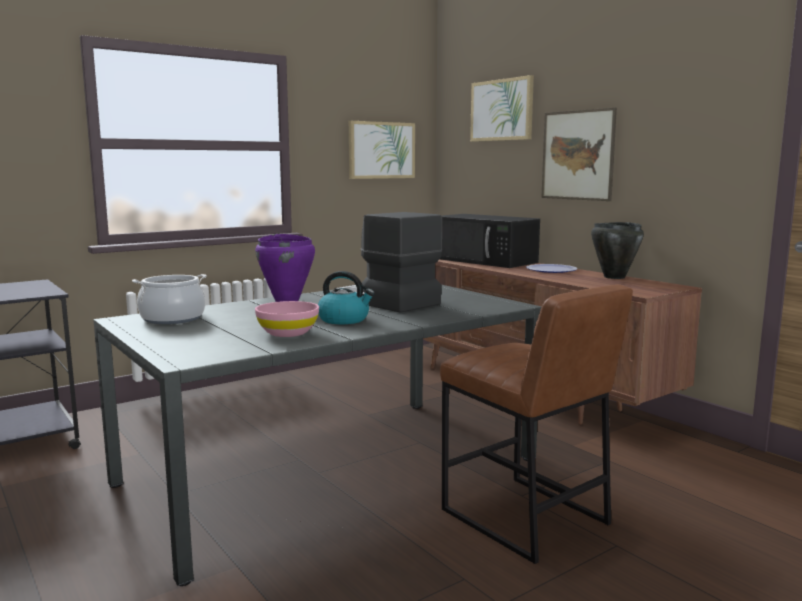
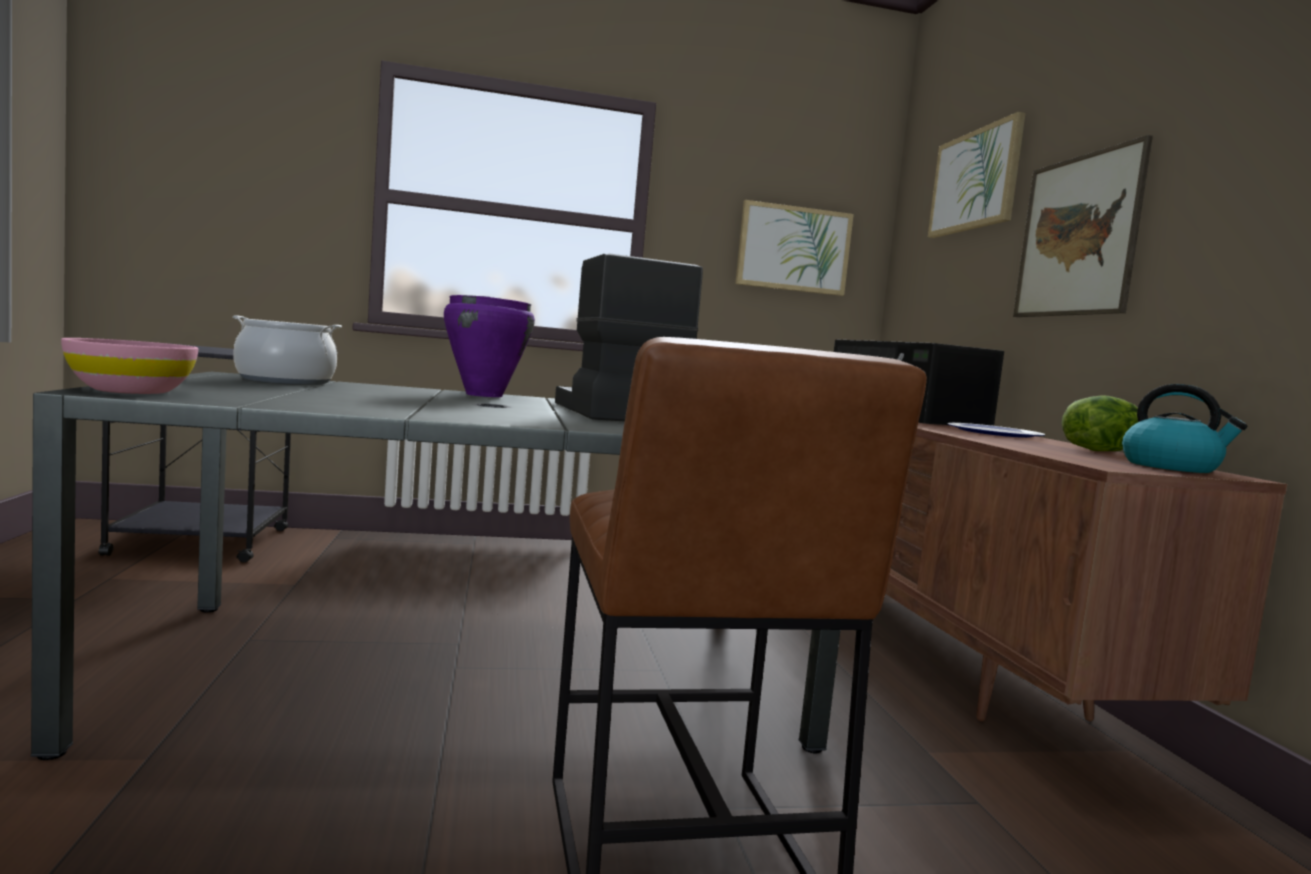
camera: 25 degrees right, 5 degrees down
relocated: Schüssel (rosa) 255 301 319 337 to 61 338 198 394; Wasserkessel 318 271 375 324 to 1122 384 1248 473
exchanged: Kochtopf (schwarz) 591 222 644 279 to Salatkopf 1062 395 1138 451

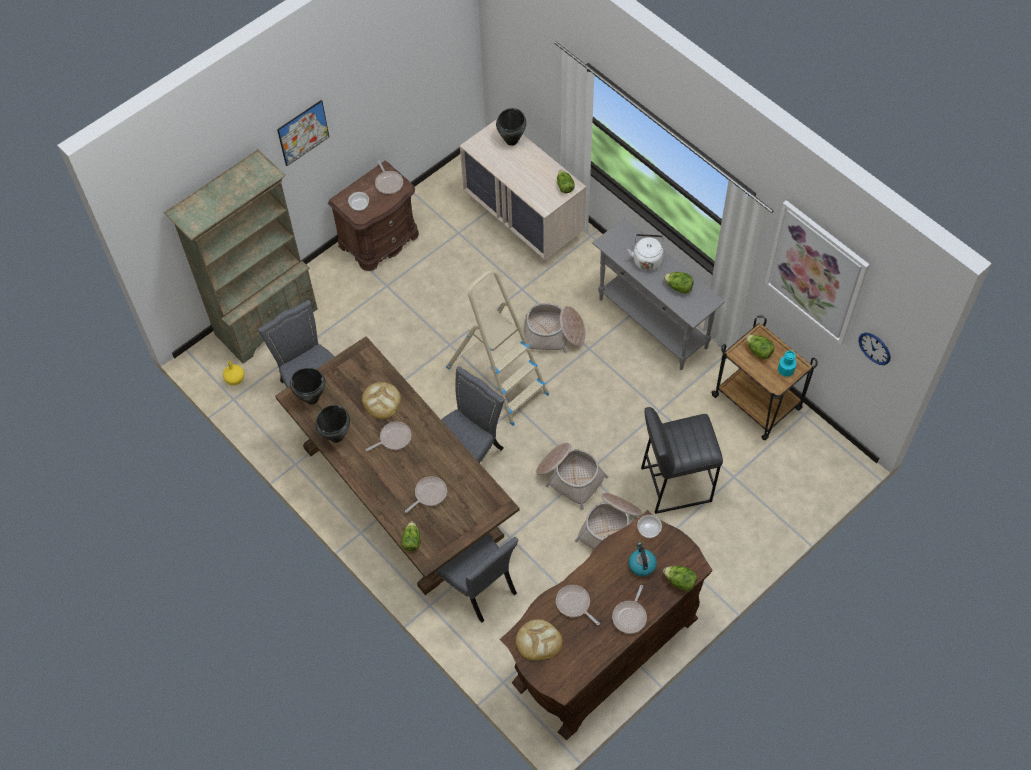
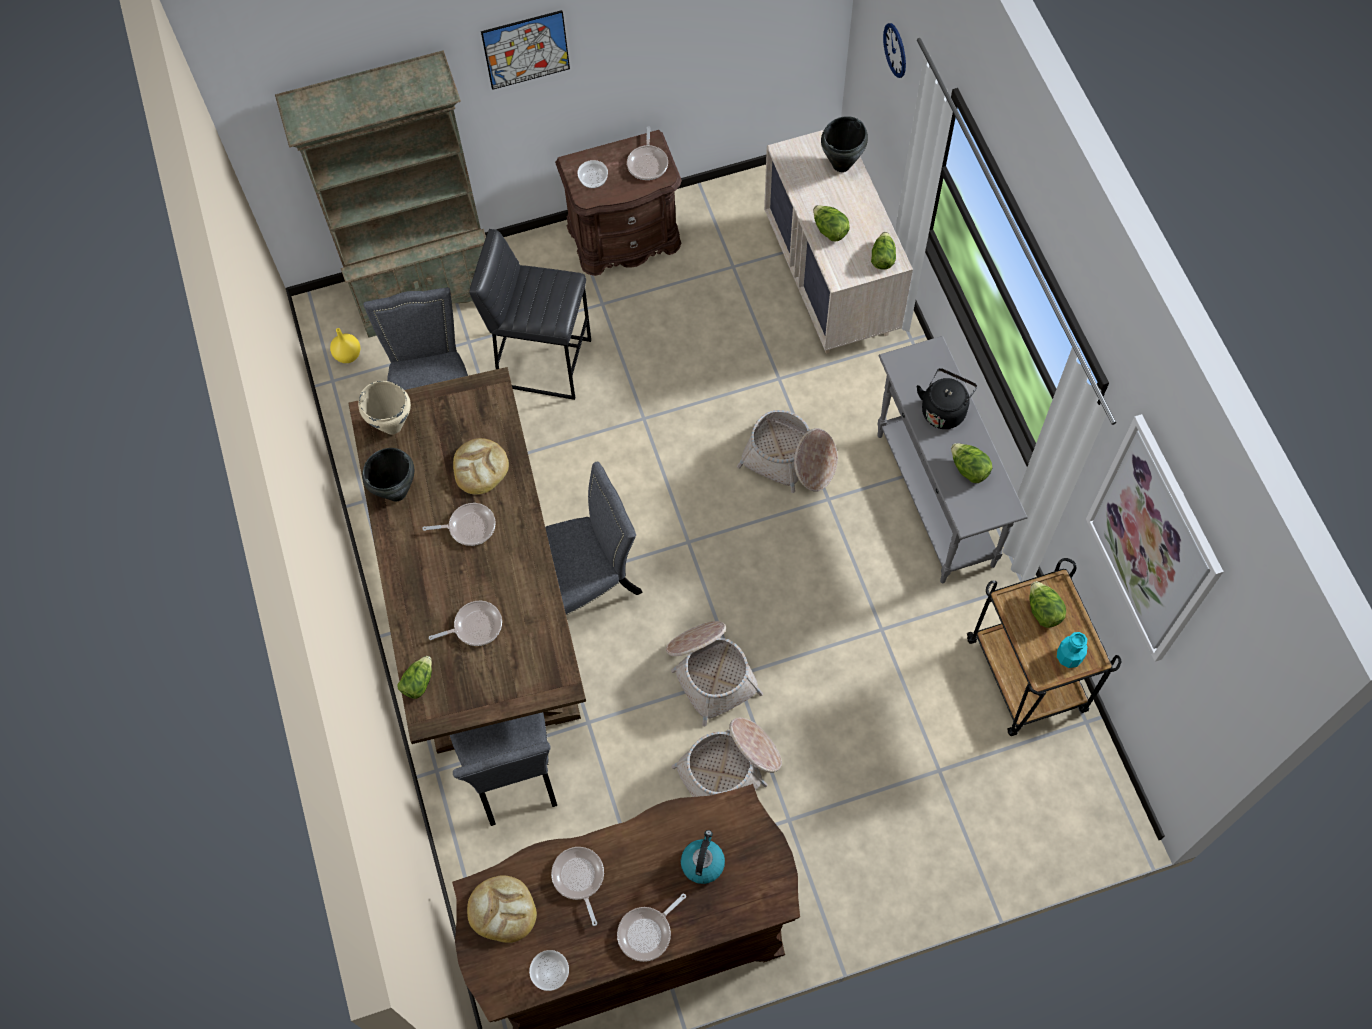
camera: 25 degrees right, 5 degrees up
missing: Trittleiter (beige) 446 271 549 426
relocated: Schüssel 637 515 662 538 to 529 950 569 991; Hocker (grau) 641 407 723 514 to 469 229 591 400; Salatkopf 663 566 697 591 to 813 205 850 241; Wanduhr 858 333 891 365 to 883 23 906 78
colour: Kochtopf (schwarz) 290 368 326 404 to Kochtopf (beige) 358 381 411 434; Wasserkessel (weiß) 627 234 663 271 to Wasserkessel (schwarz) 916 368 977 429

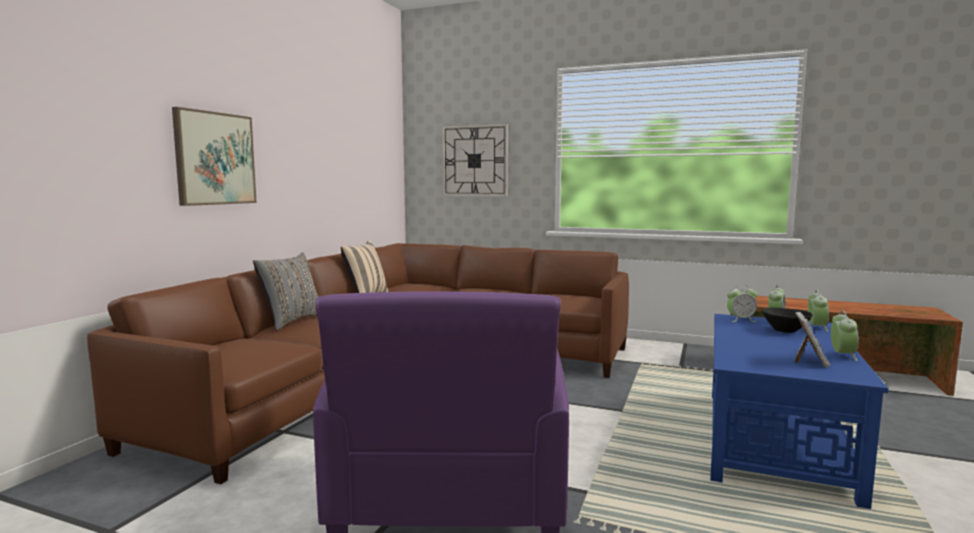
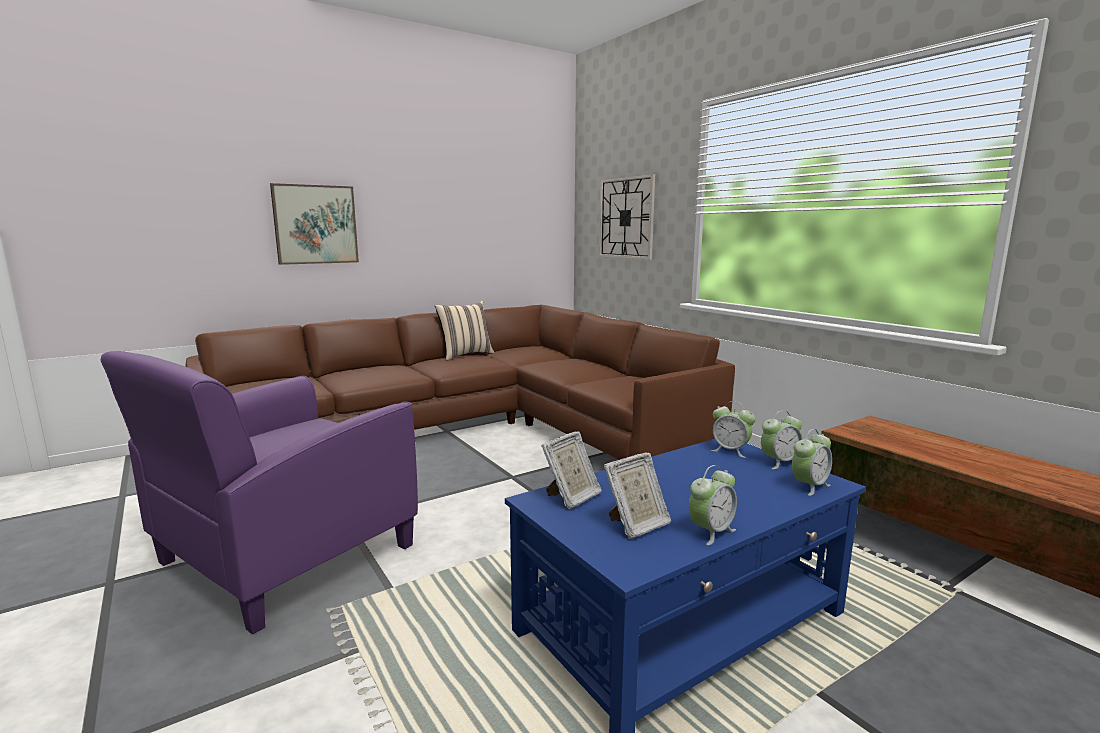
camera: 35 degrees right, 5 degrees up
missing: Kissen (grau) 253 252 318 330; Schüssel (schwarz) 762 308 813 333
appeared: Bilderrahmen 541 431 602 509

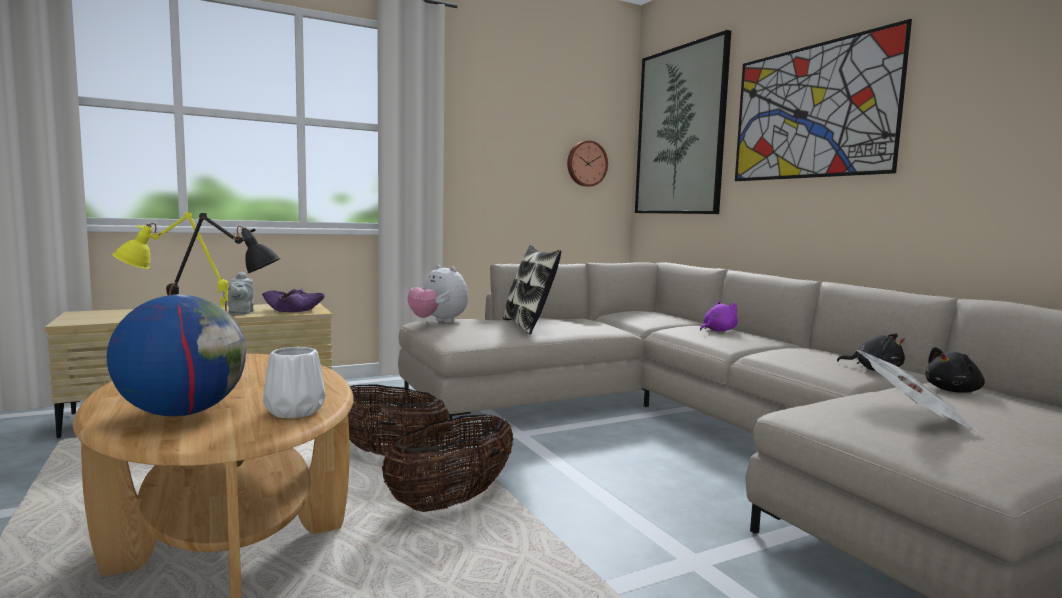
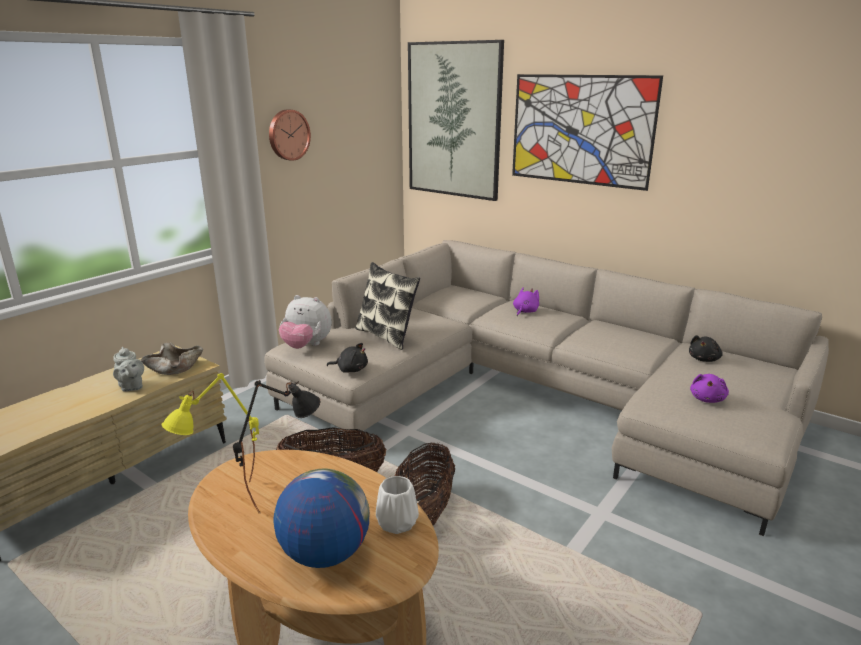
camera: 25 degrees left, 15 degrees up
relocated: Wanduhr 567 140 608 187 to 269 109 311 161; Plüschtier (schwarz) 837 333 905 371 to 327 343 368 373
exchanged: Zeitung 857 350 979 432 to Plüschtier (lila) 690 374 729 403
colour: Schüssel (lila) 262 288 325 312 to Schüssel (beige) 141 342 203 375

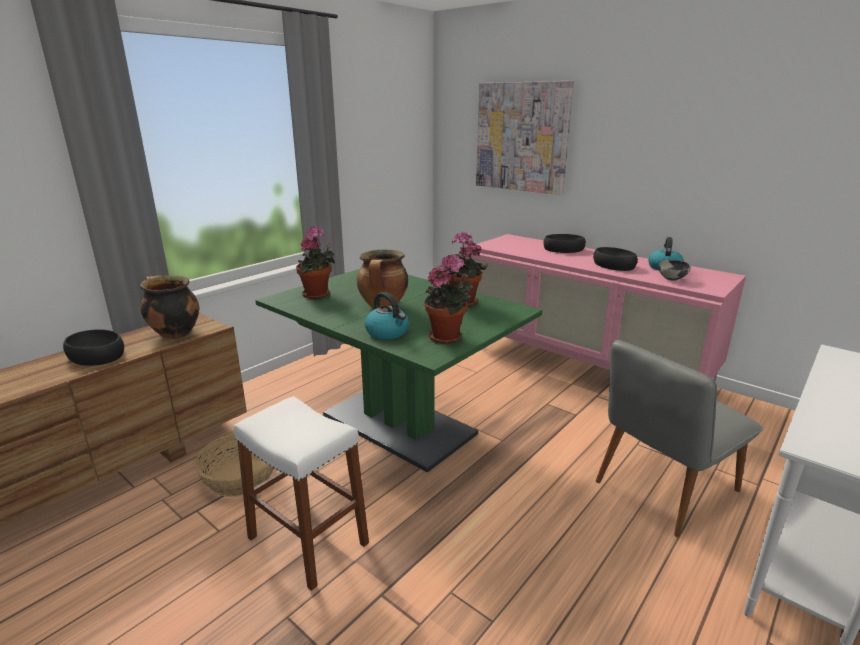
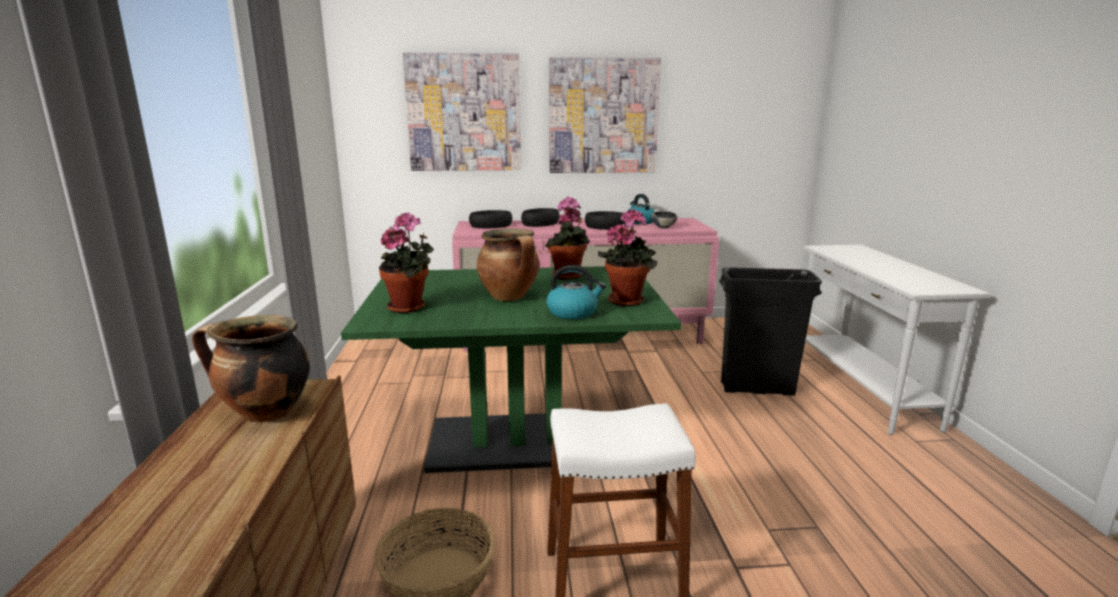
camera: 45 degrees left, 5 degrees down
appeared: Bild 549 57 661 173
relocated: Schüssel (schwarz) 63 329 124 366 to 469 210 512 228
exchanged: Stuhl (grau) 596 340 763 537 to Mülleimer (schwarz) 719 267 822 396

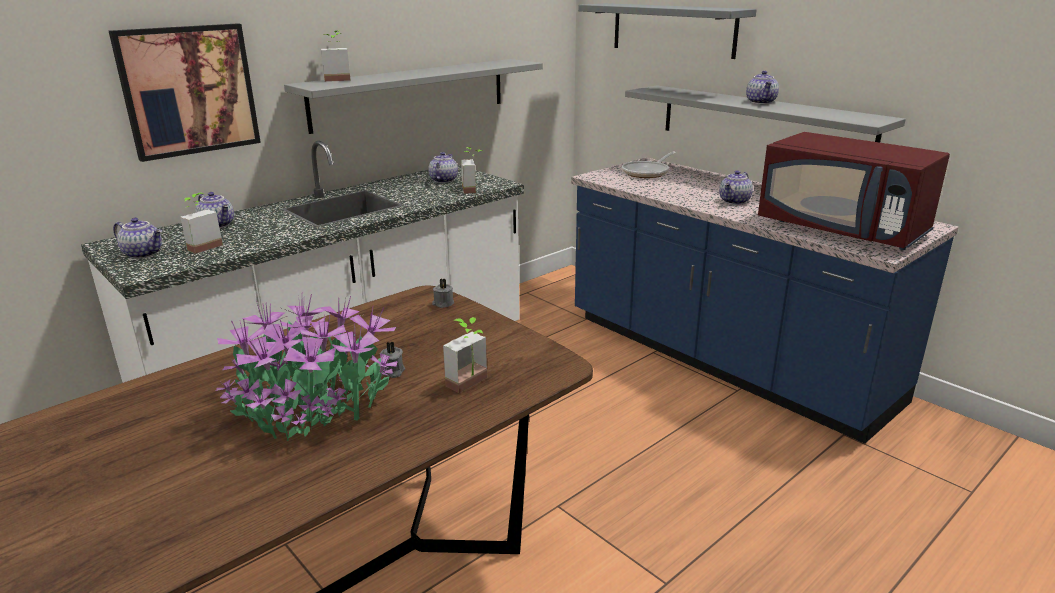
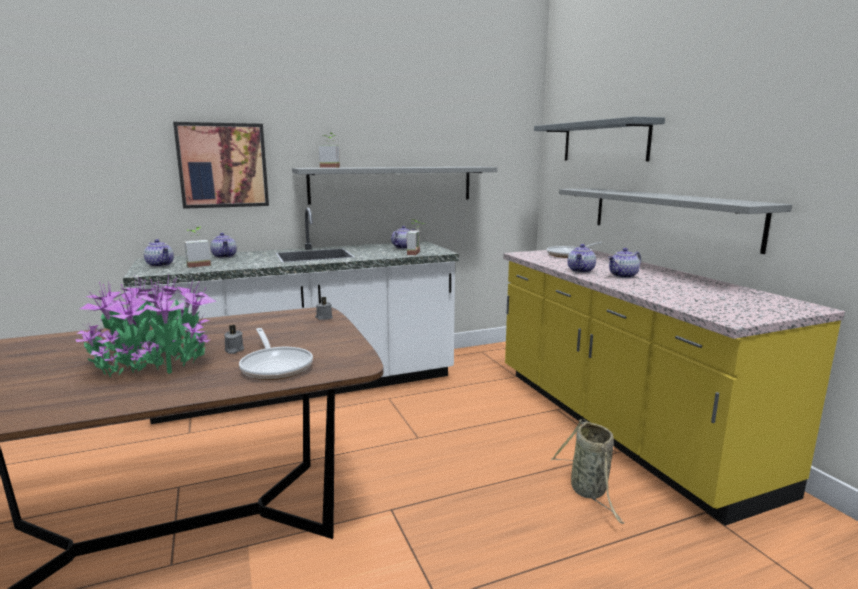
camera: 20 degrees right, 10 degrees down
missing: Mikrowelle (rot) 758 132 950 250
appeared: Korb 551 419 625 524
relocated: Teekanne 746 71 779 104 to 567 244 596 273
exchanged: Topfpflanze 443 317 487 393 to Pfanne 239 328 313 380
colour: Küchenzeile (blau) 571 157 959 444 to Küchenzeile (gelb) 503 250 845 526

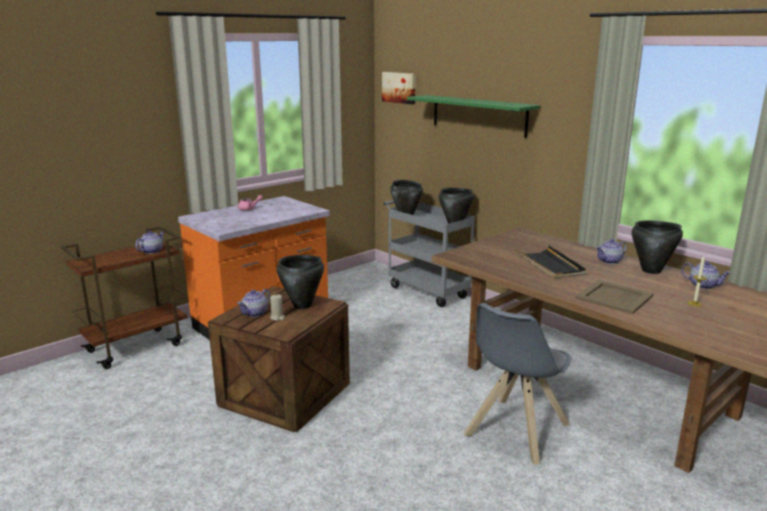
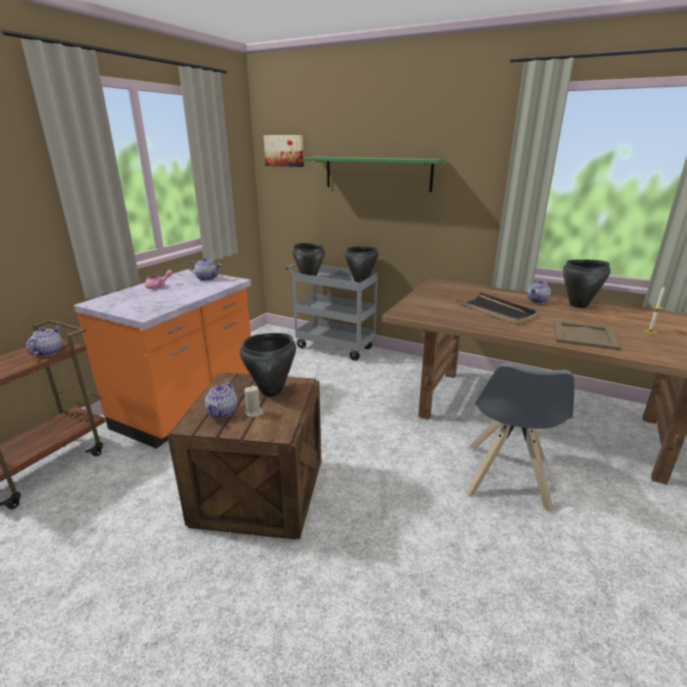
camera: 20 degrees left, 5 degrees up
relocated: Teekanne 681 261 731 289 to 189 258 221 281

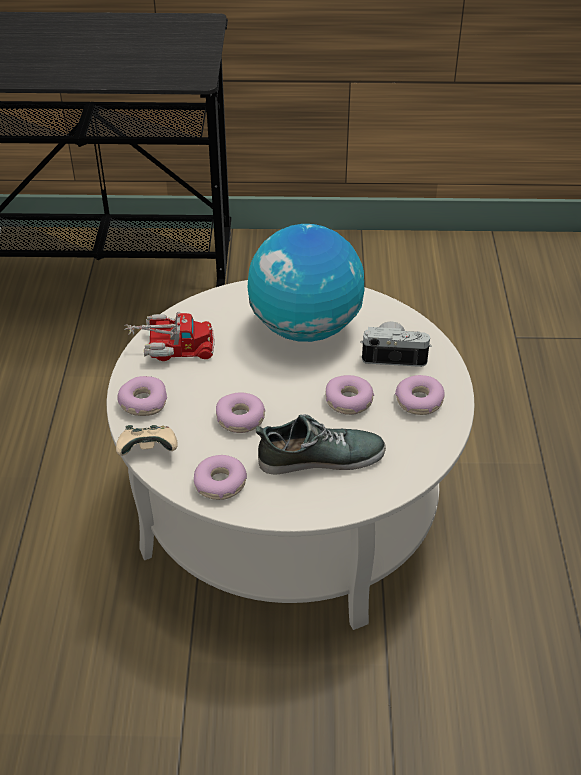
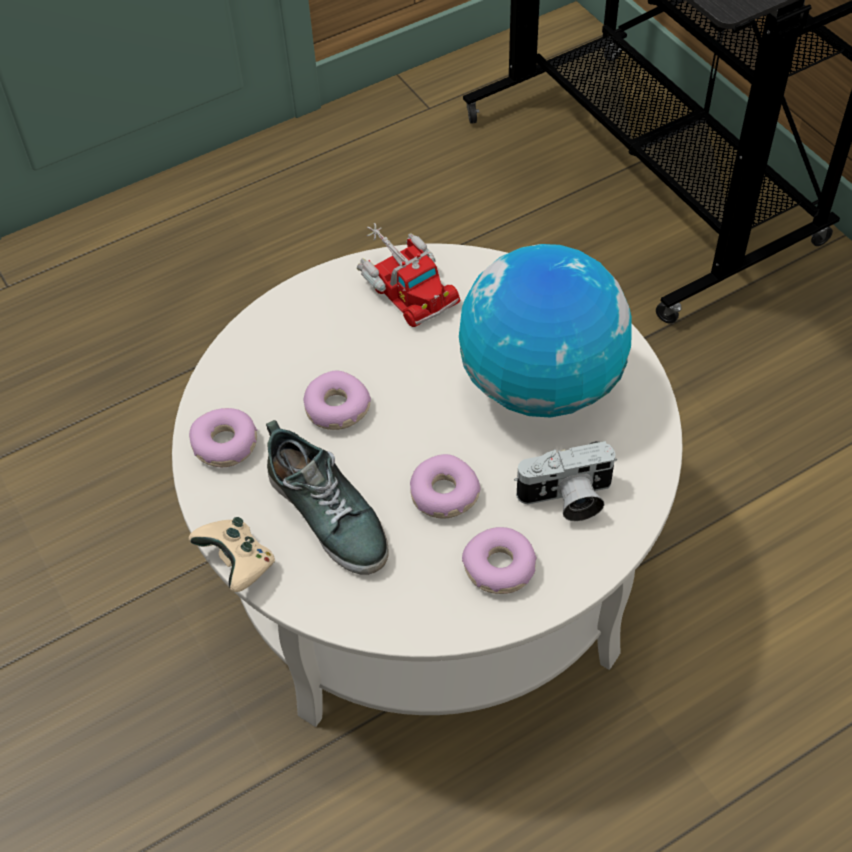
camera: 60 degrees right, 10 degrees up
missing: Donut 118 376 167 416
relocated: Gamepad (beige) 116 425 178 456 to 189 517 275 592
spun: Kamera 360 321 432 367 = 514 441 617 521 105 degrees clockwise

